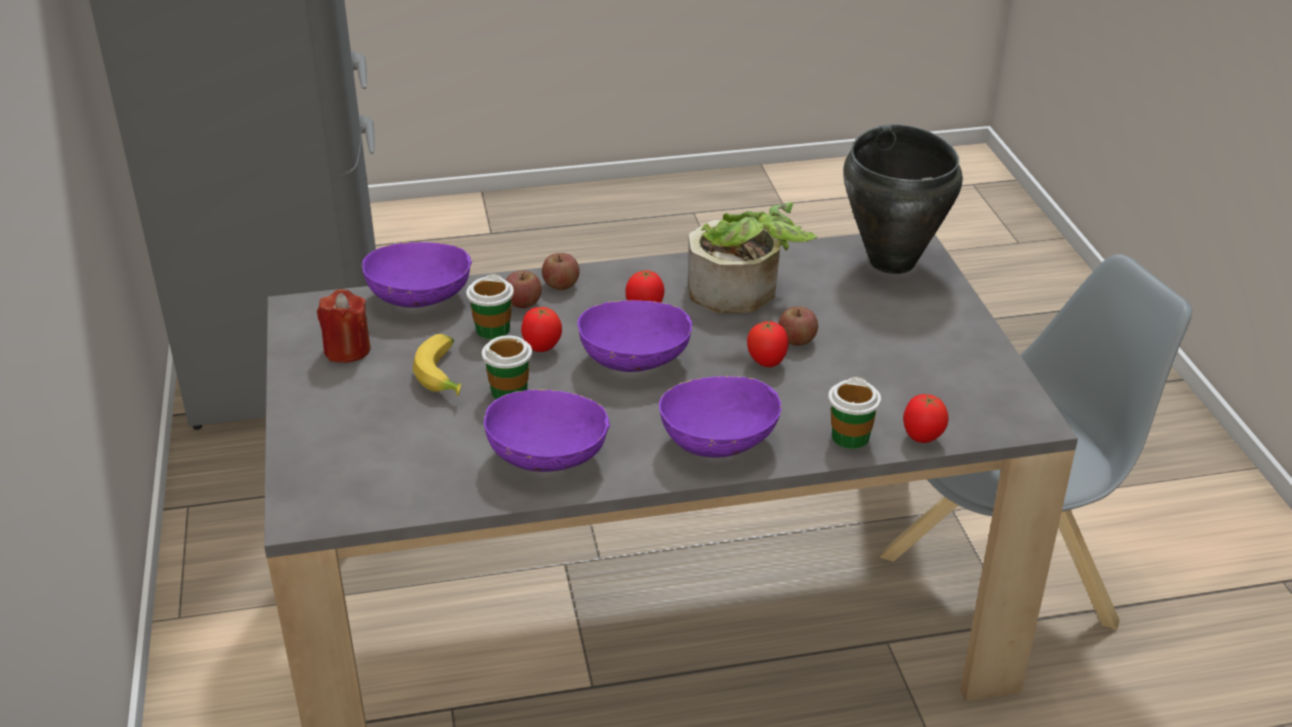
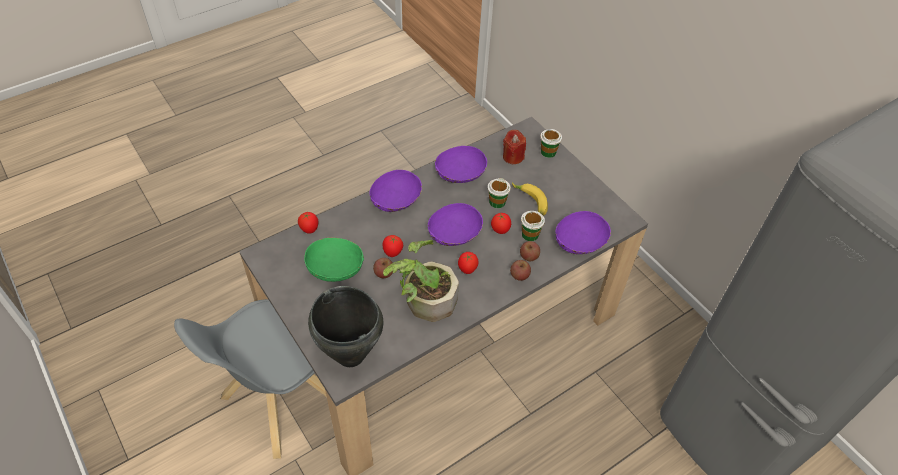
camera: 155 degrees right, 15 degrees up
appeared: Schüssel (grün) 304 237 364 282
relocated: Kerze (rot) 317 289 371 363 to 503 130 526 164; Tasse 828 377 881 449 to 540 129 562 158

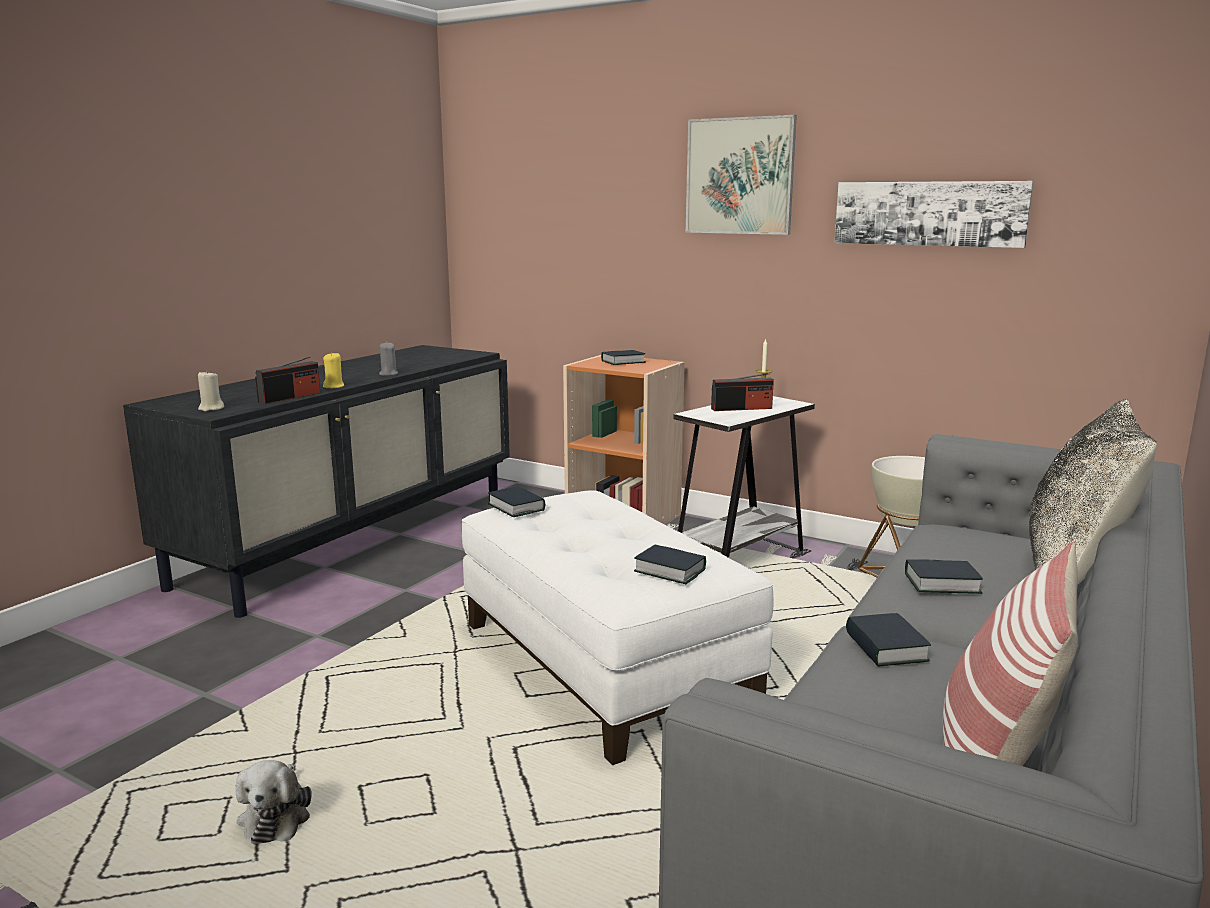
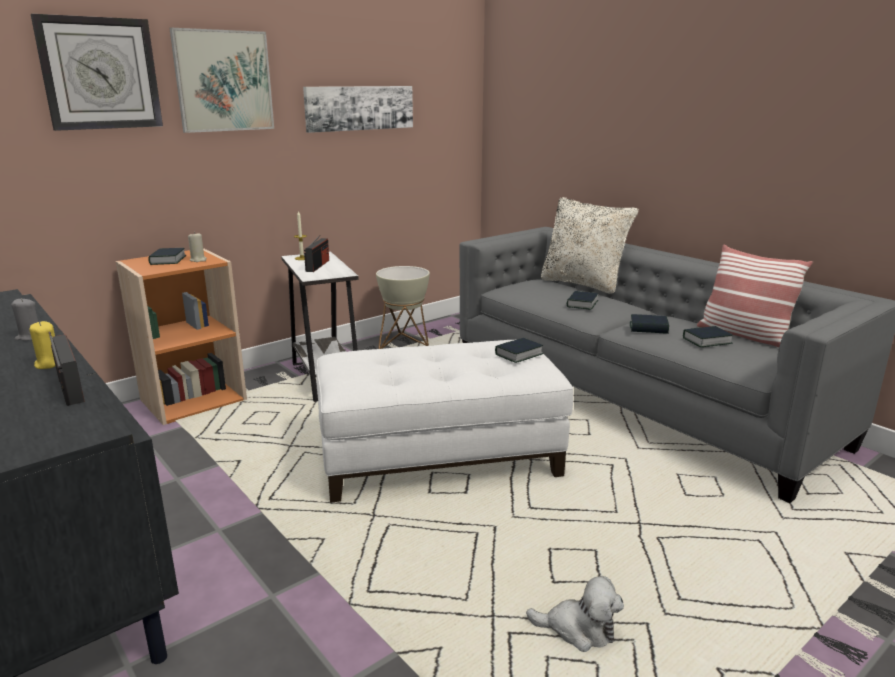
camera: 70 degrees left, 5 degrees up
appeared: Wanduhr 31 14 163 131
relocated: Kerze (beige) 198 370 224 411 to 188 232 207 262; Buch 488 486 545 517 to 683 326 733 347

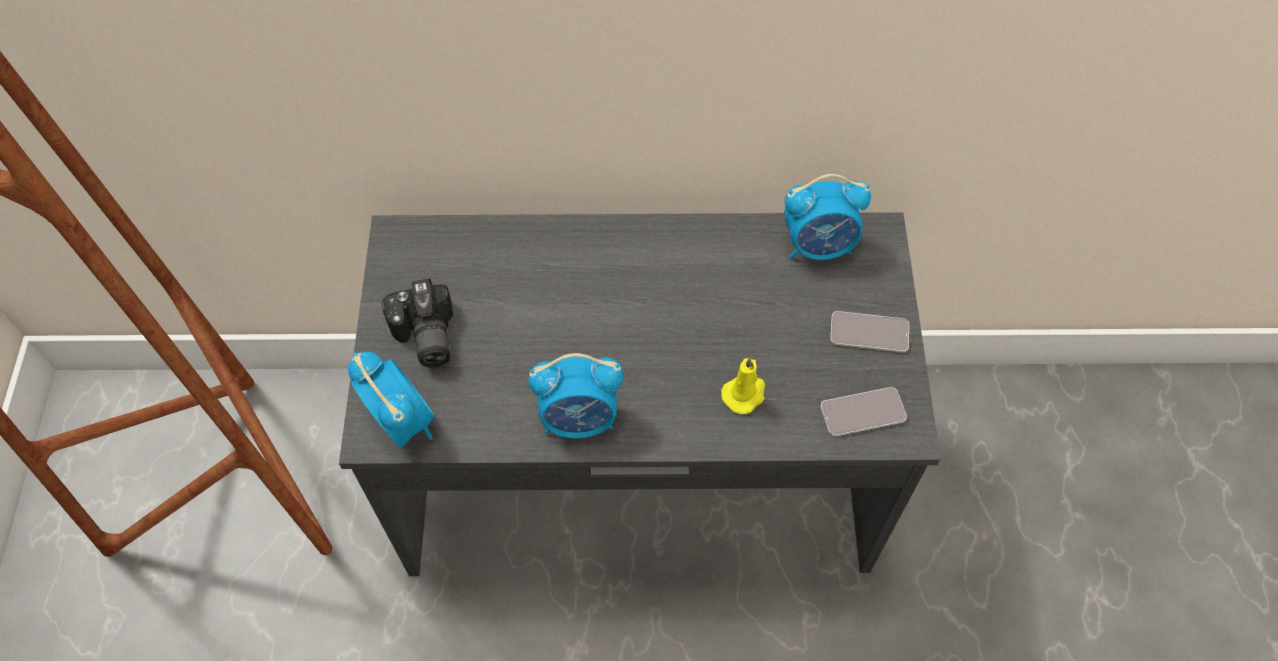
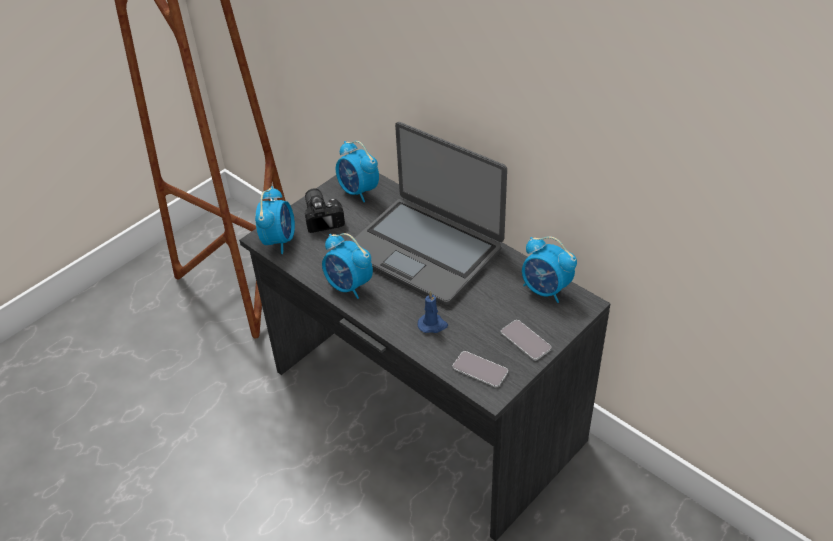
camera: 45 degrees right, 15 degrees down
appeared: Wecker 336 141 379 202; Laptop 352 122 507 305
colour: Kerze (gelb) 721 357 765 414 to Kerze (blau) 418 291 448 333
spun: Kamera 382 278 453 368 = 305 188 345 233 135 degrees clockwise

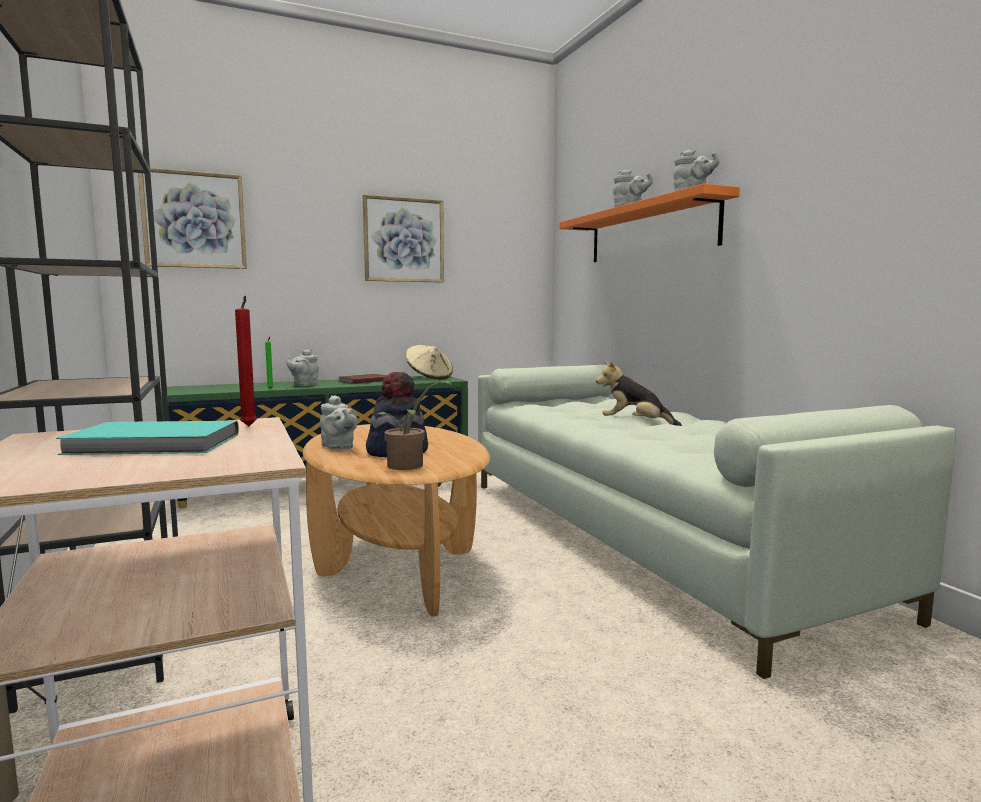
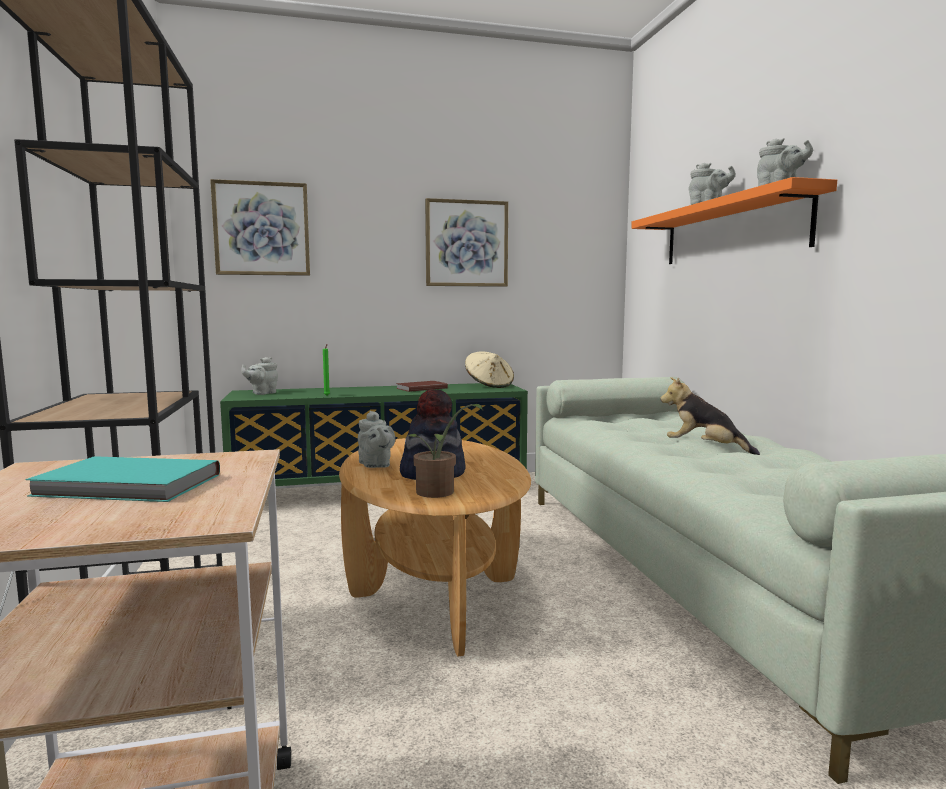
camera: 10 degrees right, 0 degrees up
missing: Kerze (rot) 235 296 257 426
relocated: Teekanne (grau) 286 350 319 386 to 241 357 278 395

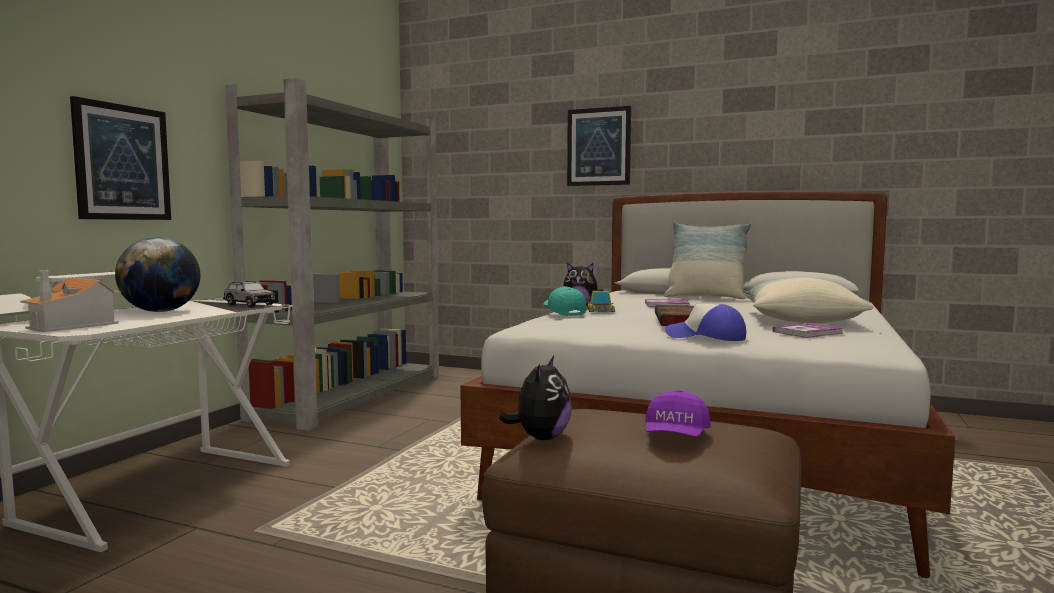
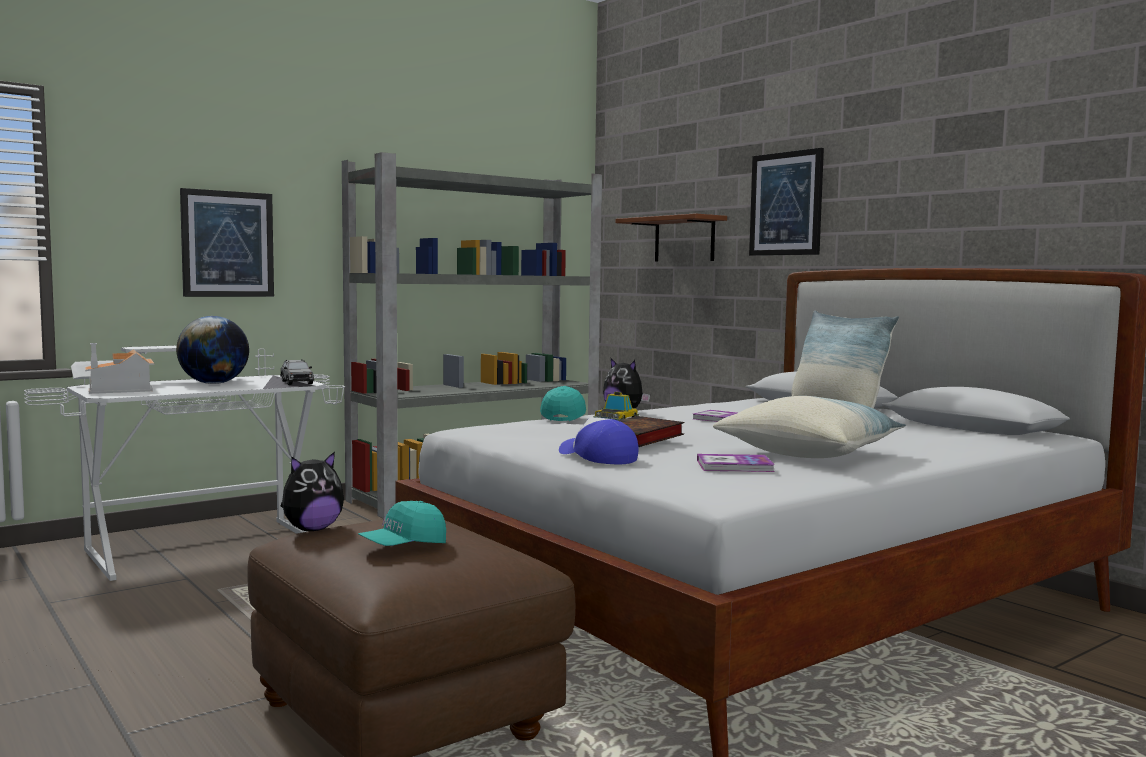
camera: 30 degrees right, 0 degrees up
appeared: Wandregal (braun) 616 213 727 262
colour: Kappe (lila) 645 390 711 437 to Kappe (türkis) 358 501 446 546

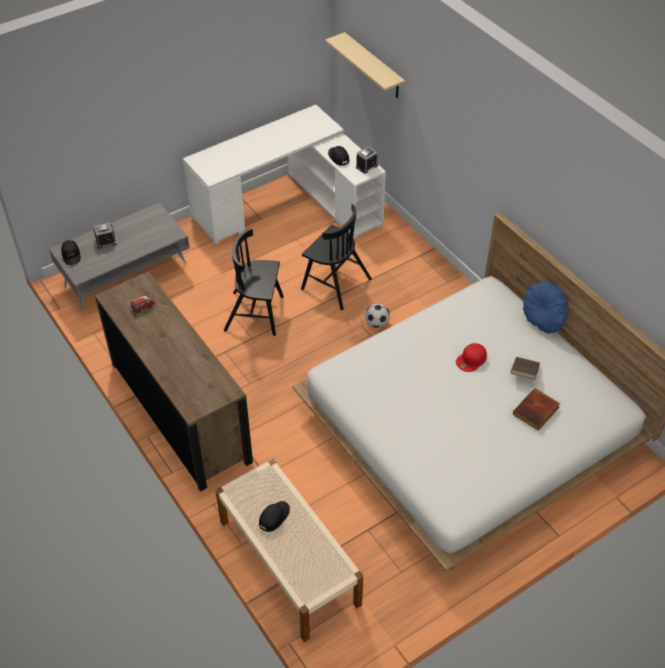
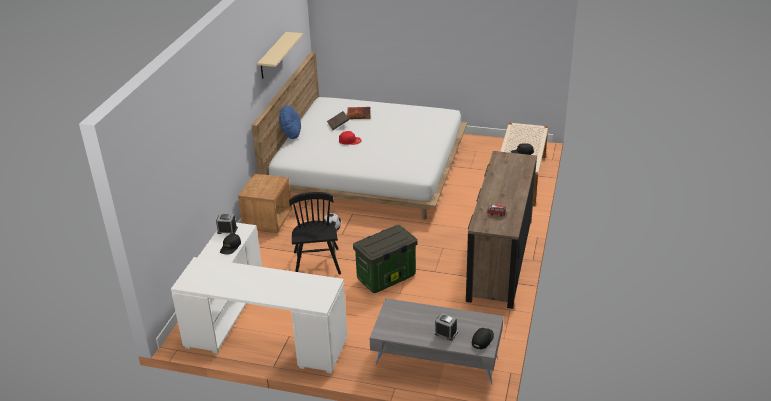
camera: 130 degrees left, 15 degrees down
appeared: Nachttisch (braun) 238 173 292 233
relocated: Wandregal (beige) 325 32 405 98 to 257 32 303 79
exchanged: Stuhl (schwarz) 224 229 284 336 to Aufbewahrungsbox 353 225 418 293

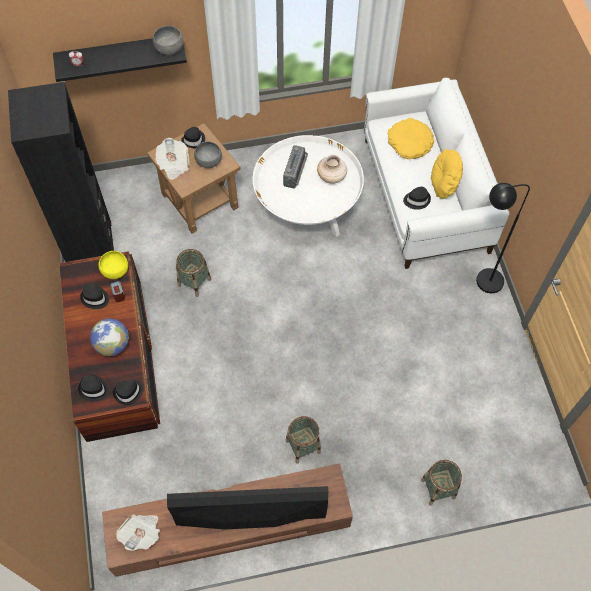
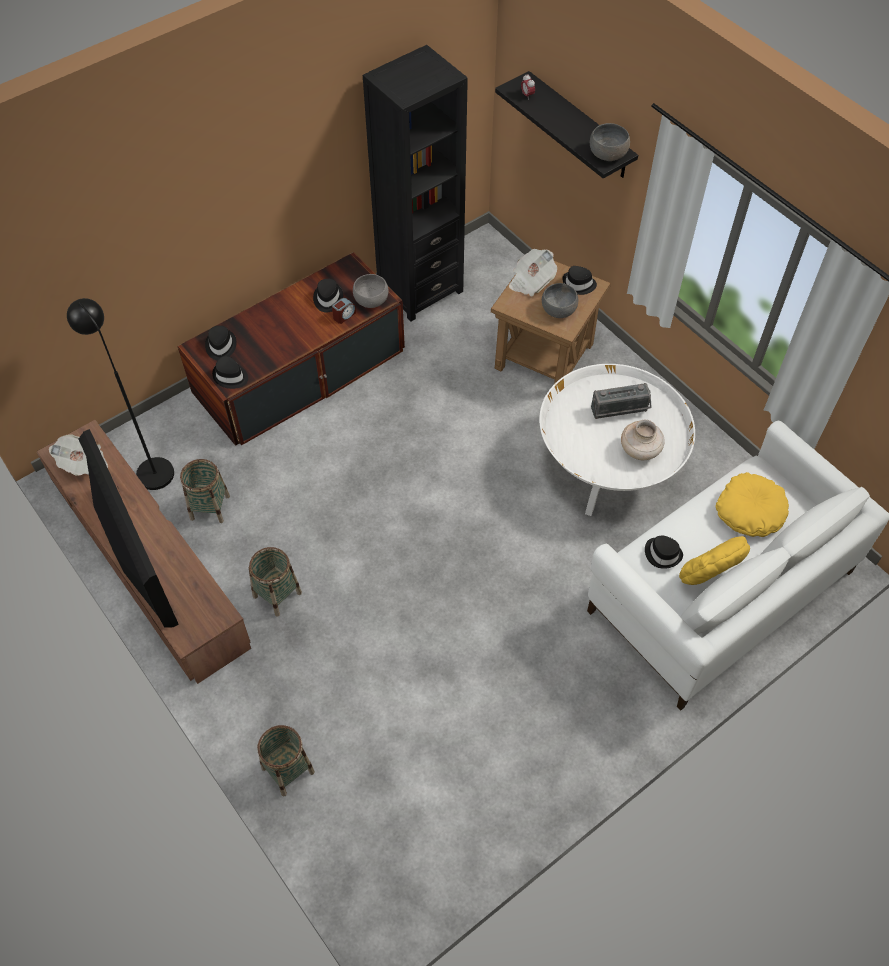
camera: 65 degrees right, 5 degrees down
missing: Globus 90 319 129 356
relocated: Korb 176 249 211 297 to 180 459 230 523; Stehlampe (schwarz) 476 183 530 293 to 67 298 174 490
colour: Schüssel (gelb) 98 251 128 279 to Schüssel (grau) 353 274 389 308

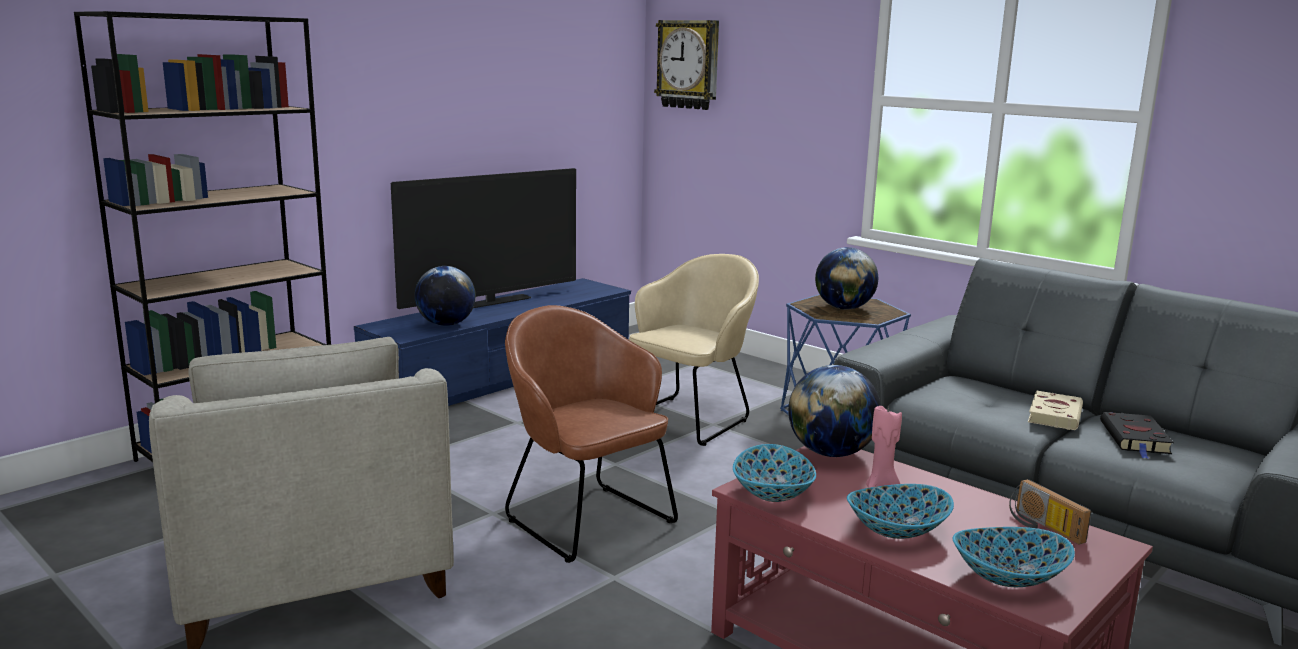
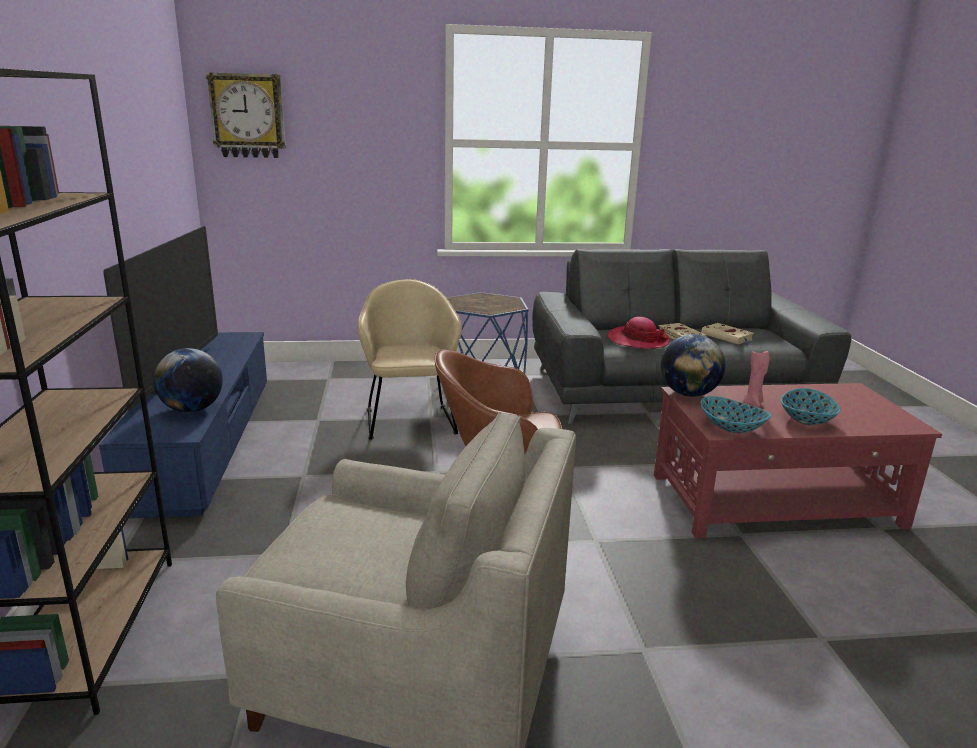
camera: 50 degrees left, 5 degrees up
missing: Globus 815 247 878 309; Schüssel 953 527 1075 587; Radio 1009 479 1091 545
appeared: Hut 607 317 670 349
colour: Buch (schwarz) 1100 412 1174 459 to Buch (beige) 701 323 754 345

